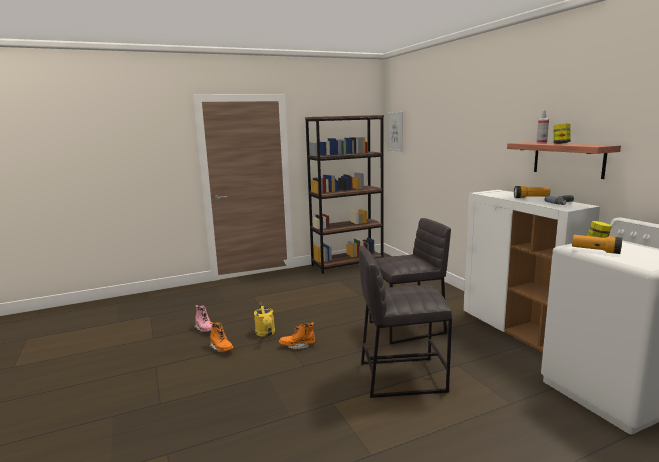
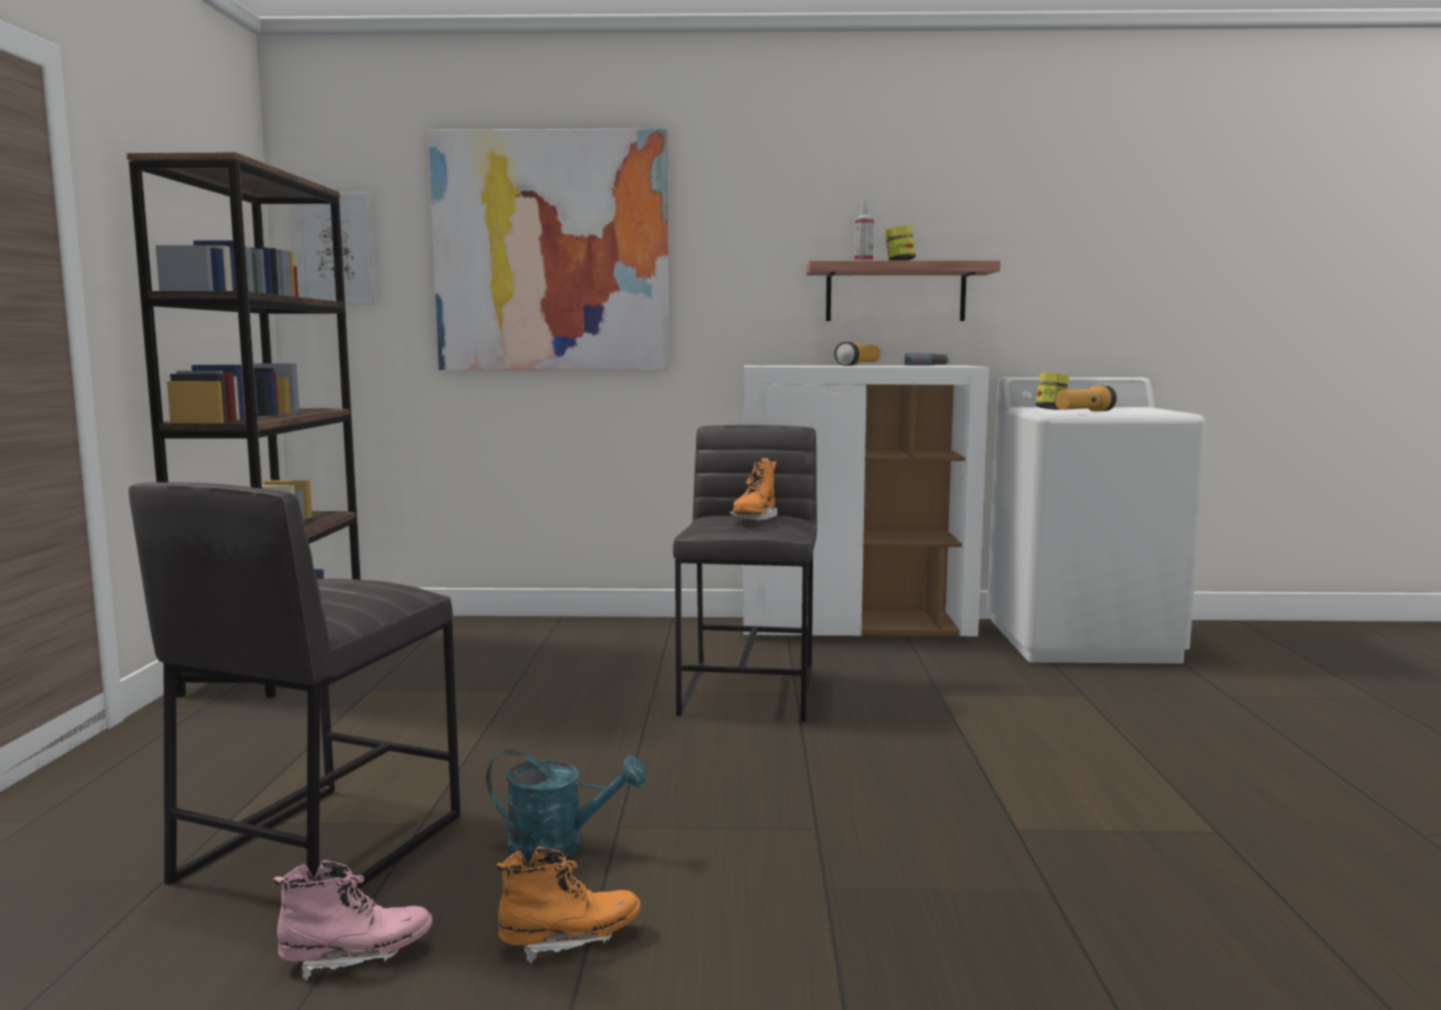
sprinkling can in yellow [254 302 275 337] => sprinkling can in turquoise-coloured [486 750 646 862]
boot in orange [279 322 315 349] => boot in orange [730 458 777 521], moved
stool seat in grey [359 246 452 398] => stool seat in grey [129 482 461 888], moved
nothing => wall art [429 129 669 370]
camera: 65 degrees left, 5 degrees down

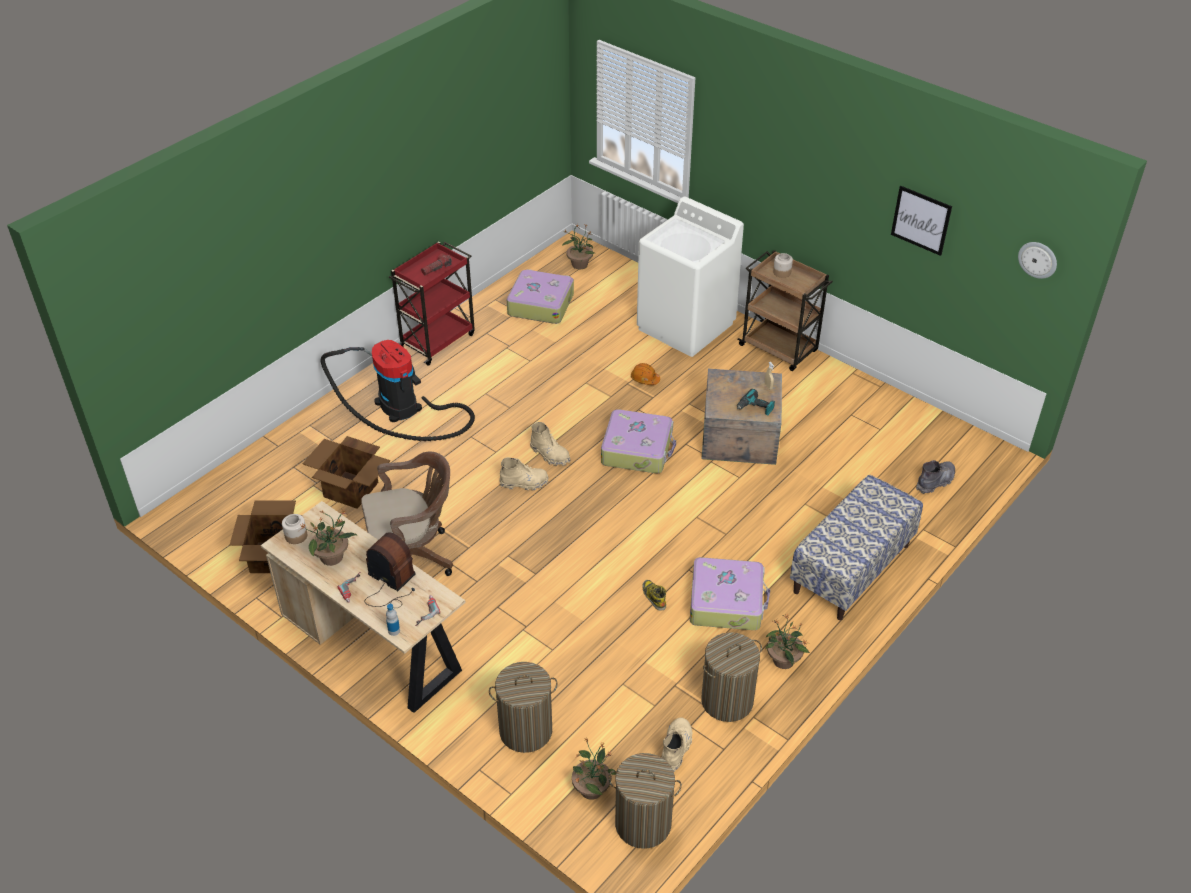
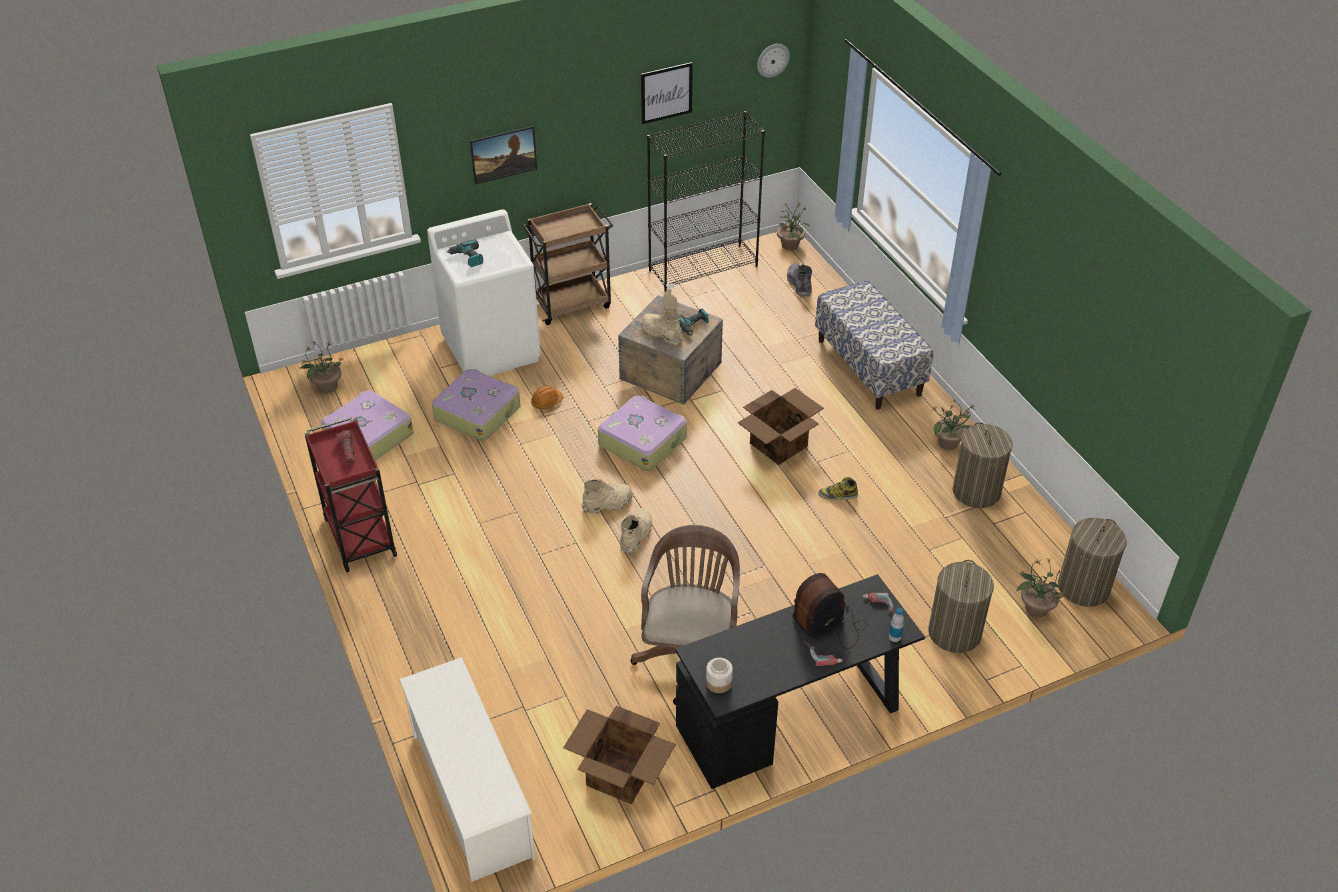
desk unit in beige [261 501 465 713] => desk unit in black-coloured [675 574 925 789]
houseplant [299 509 357 566] => houseplant [777 202 810 250], moved
cardboard box [302 436 390 509] => cardboard box [738 388 824 465], moved
vacuum [321 340 475 441] => nothing
boot in beige [662 717 693 772] => boot in beige [641 310 683 346], moved
travel case [690 557 770 630] => travel case [432 369 520 441], moved
storage jar [773 253 793 278] => nothing
nothing => shoe stand in white-coloured [399 657 536 882]
nothing => power drill [446 239 483 267]
nothing => wall art [470 126 537 185]
nothing => bookcase in black-coloured [647 111 765 292]
camera: 65 degrees left, 0 degrees up

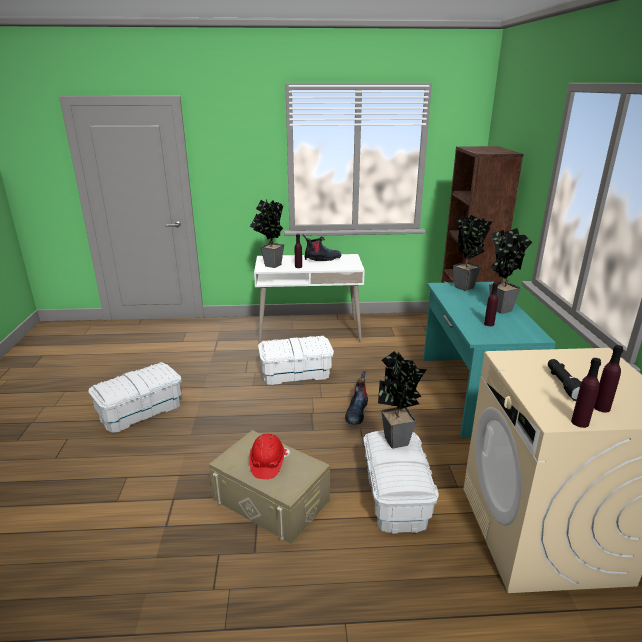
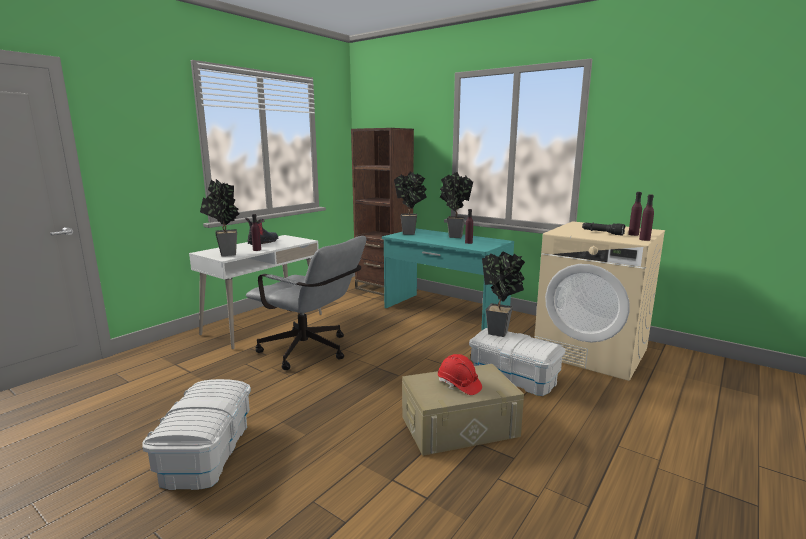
storage bin in white-coloured [258 336 334 385] => desk chair in grey [246 236 366 370]
boot [345 371 368 425] => nothing
camera: 50 degrees left, 10 degrees down

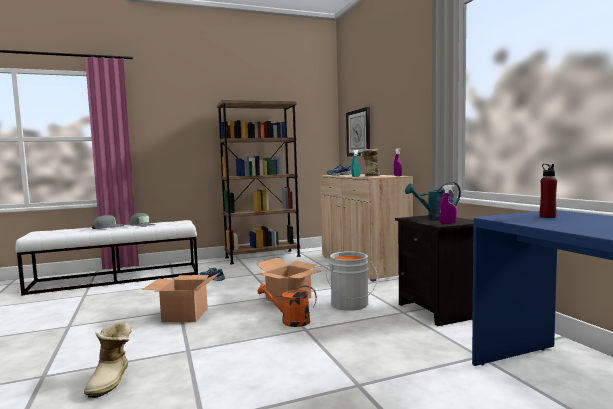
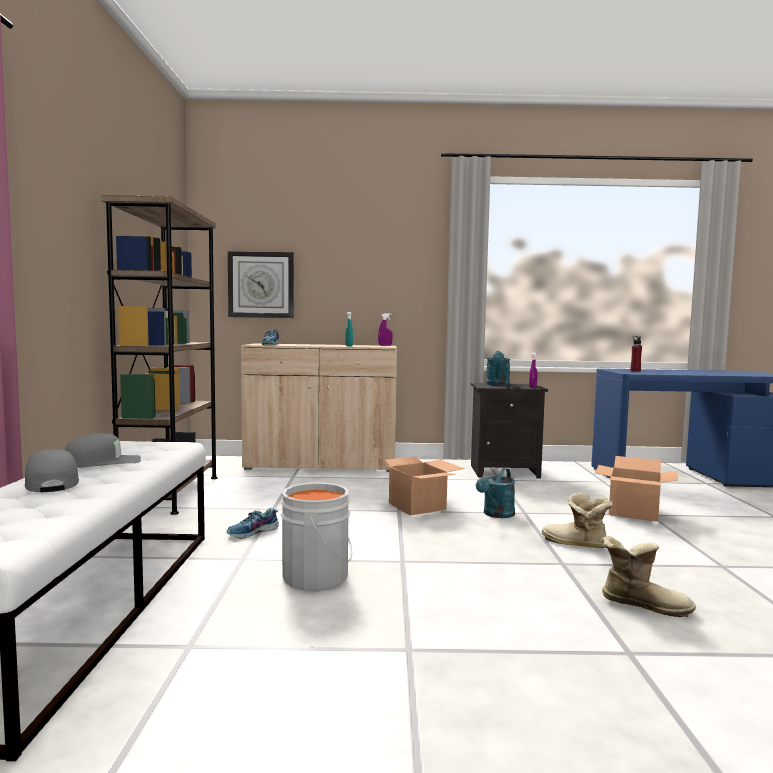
cardboard box [143 272 220 322] => cardboard box [595 456 678 522], moved
sprinkling can in orange [257 284 317 327] => sprinkling can in turquoise-coloured [476 468 515 518]
pail in grey [326 251 378 311] => pail in grey [281 482 352 590], moved
boot [360 149 380 176] => boot [542 492 613 548], moved
camera: 70 degrees left, 0 degrees up

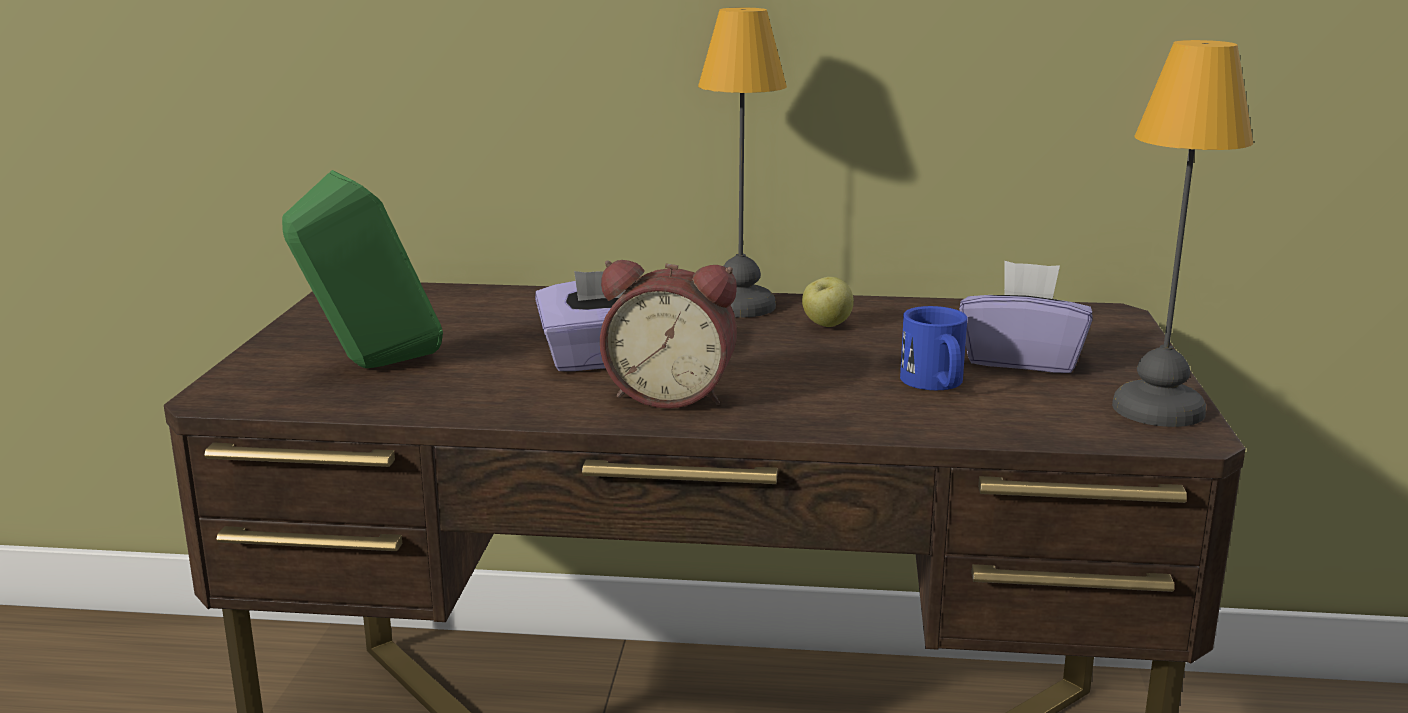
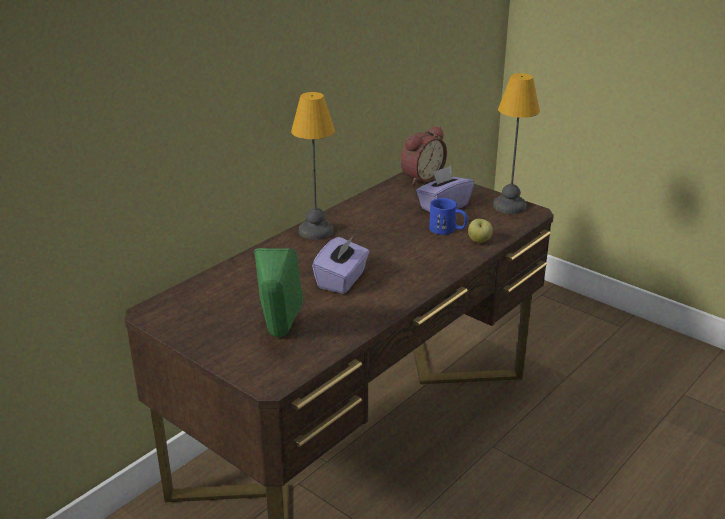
bedside clock [600 260 737 409] => bedside clock [401 126 447 185], moved
apple [802 277 854 327] => apple [468 219 493 243], moved
camera: 55 degrees left, 10 degrees up

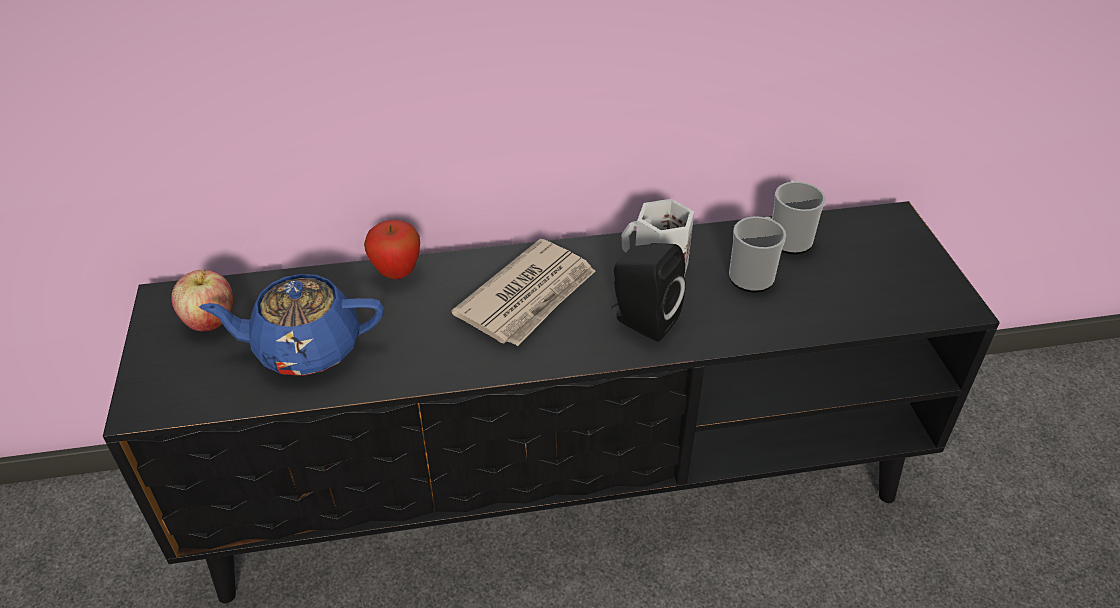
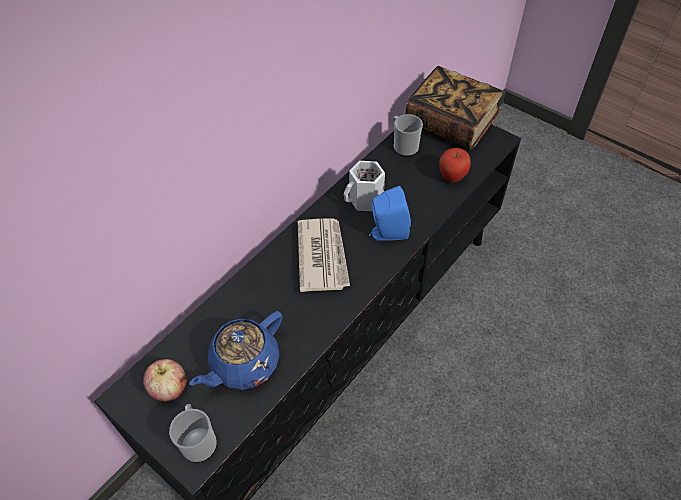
apple [364 220 420 279] => apple [439 148 471 182], moved
audio speaker in black-coloured [611 243 686 342] => audio speaker in bluish [369 186 411 241]
tea mug [729 217 786 293] => tea mug [169 404 217 463], moved
nothing => volume [406 66 503 150]
camera: 40 degrees left, 10 degrees up

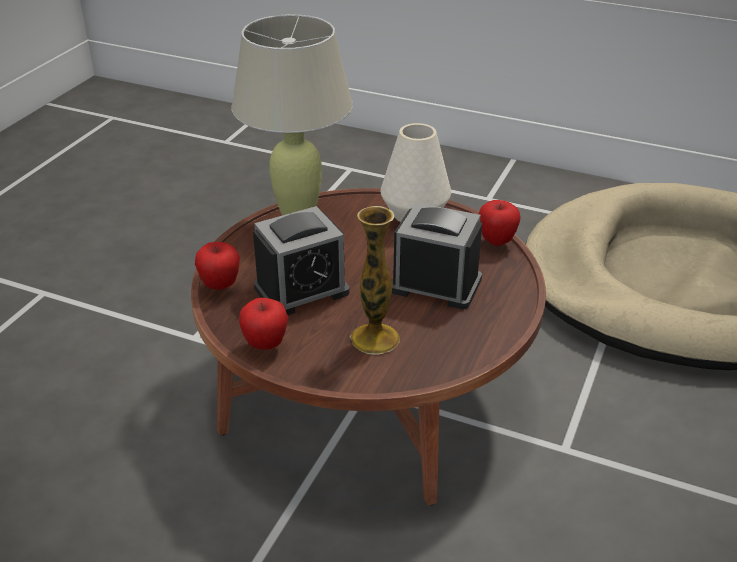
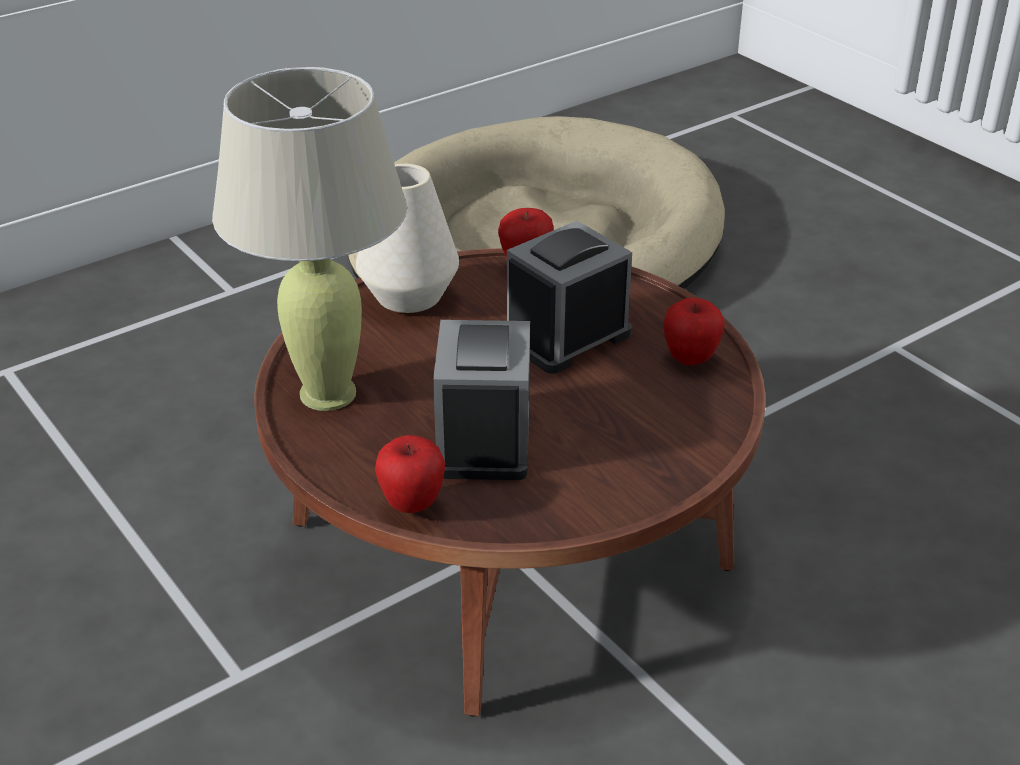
apple [239 298 288 350] => apple [663 298 725 365], moved
flower vase [350 206 400 354] => nothing
camera: 60 degrees left, 0 degrees up

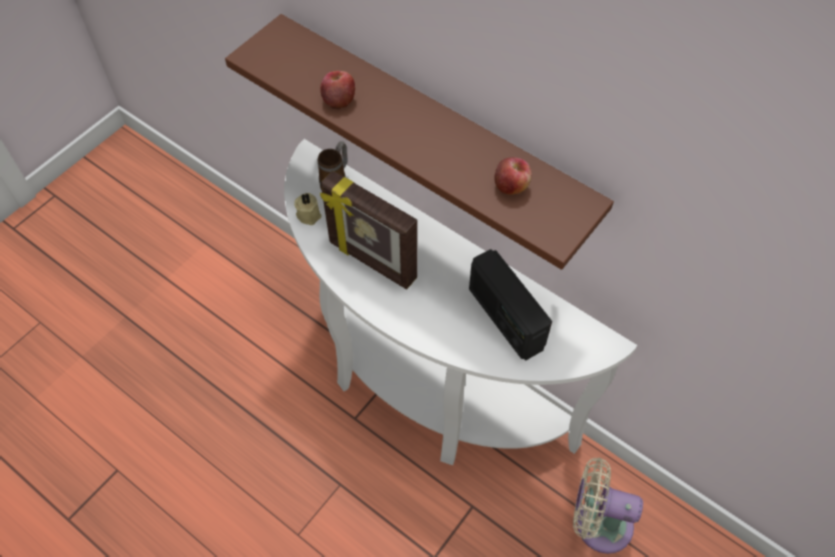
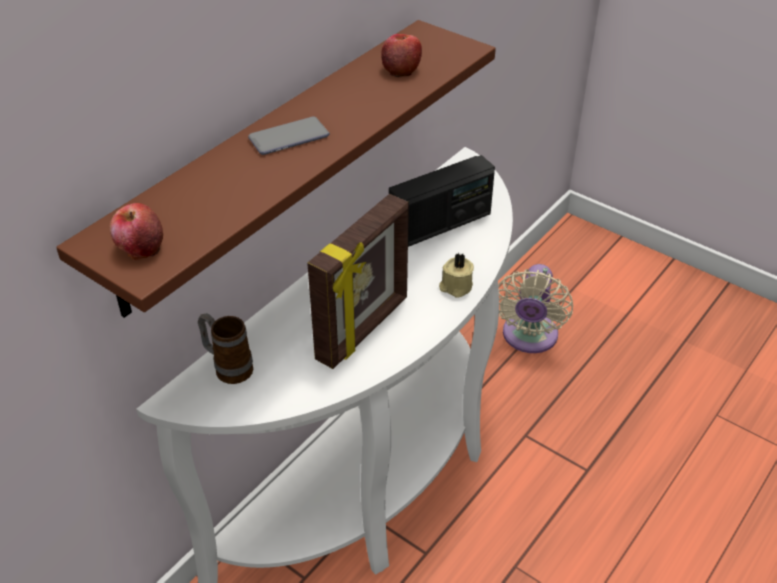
candle in beige [294 193 322 225] => candle in beige [439 253 474 298], moved
apple [320 71 355 109] => apple [110 203 163 260], moved
nothing => telephone [248 117 330 155]
camera: 90 degrees left, 15 degrees down

